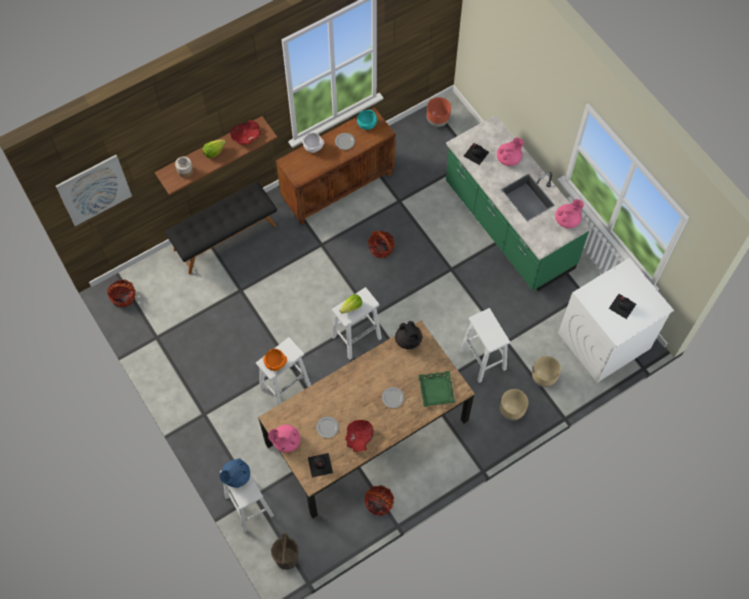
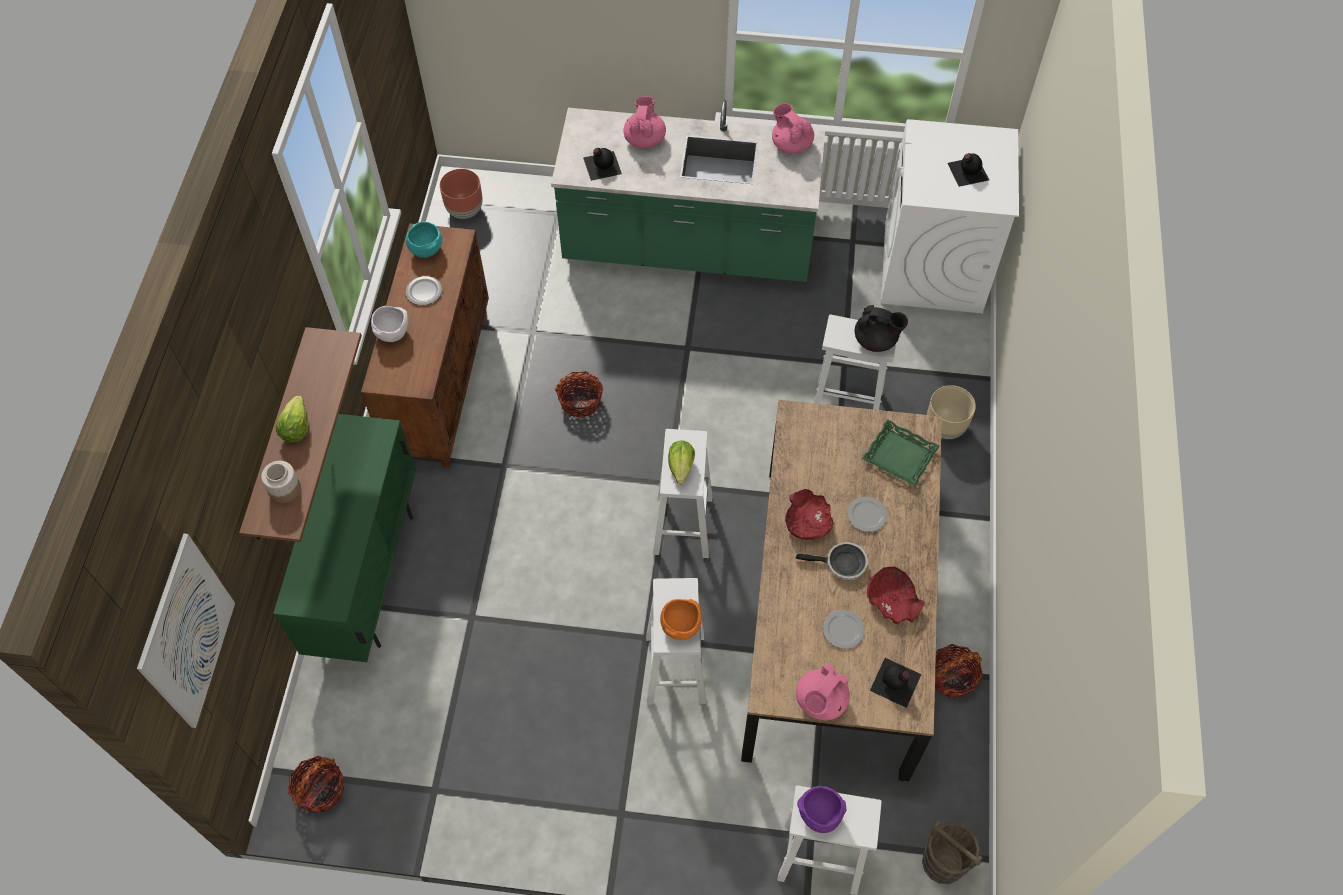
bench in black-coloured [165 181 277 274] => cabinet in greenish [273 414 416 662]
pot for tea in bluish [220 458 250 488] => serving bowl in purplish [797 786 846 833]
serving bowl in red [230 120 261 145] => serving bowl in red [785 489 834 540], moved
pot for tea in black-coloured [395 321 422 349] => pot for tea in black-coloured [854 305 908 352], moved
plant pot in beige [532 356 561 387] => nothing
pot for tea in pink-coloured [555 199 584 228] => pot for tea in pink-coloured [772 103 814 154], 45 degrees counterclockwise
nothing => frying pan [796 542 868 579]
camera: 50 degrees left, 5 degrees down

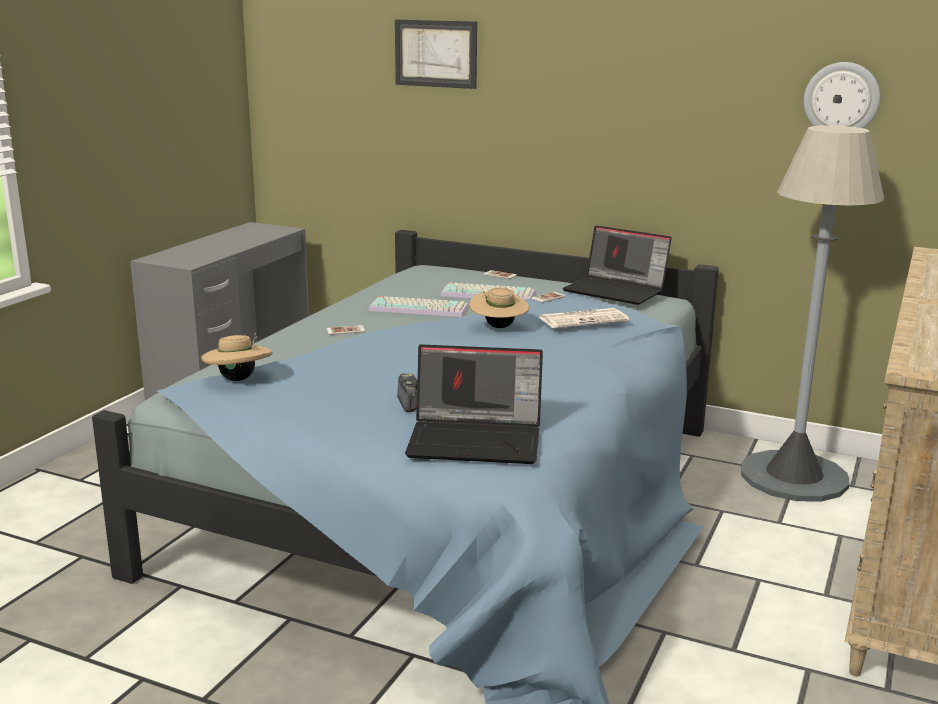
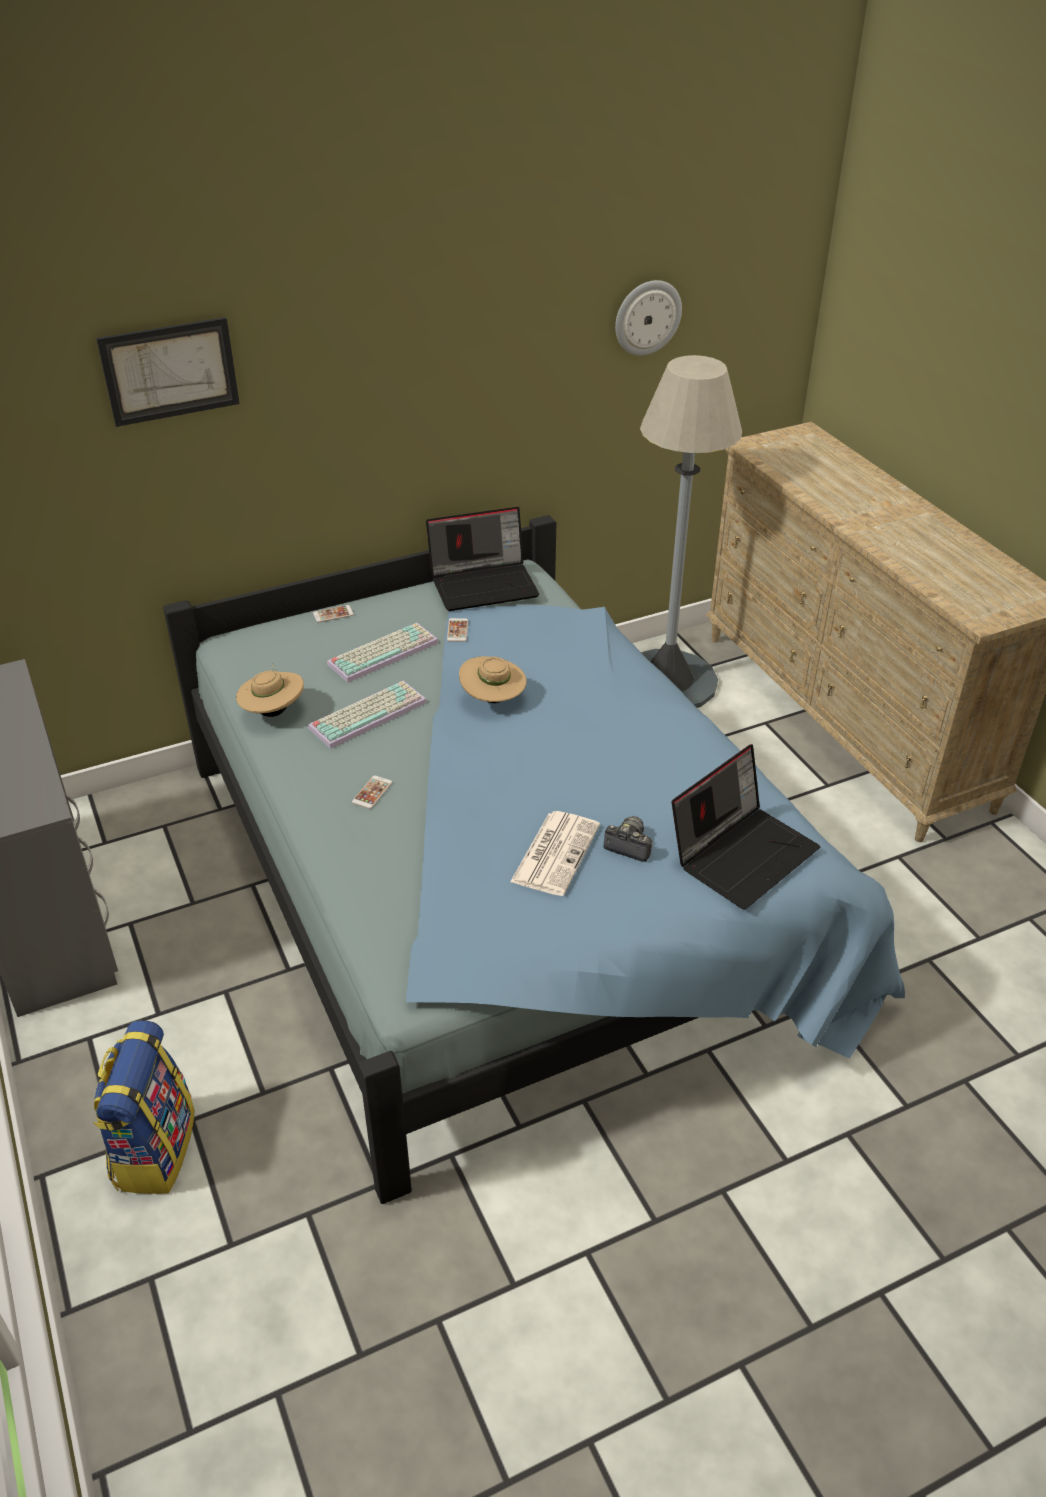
hat in beige [201 332 273 381] => hat in beige [236 664 304 717], moved
printed paper [539 308 629 328] => printed paper [510 811 600 896], moved
nothing => rucksack [93 1020 195 1194]
camera: 50 degrees left, 20 degrees up

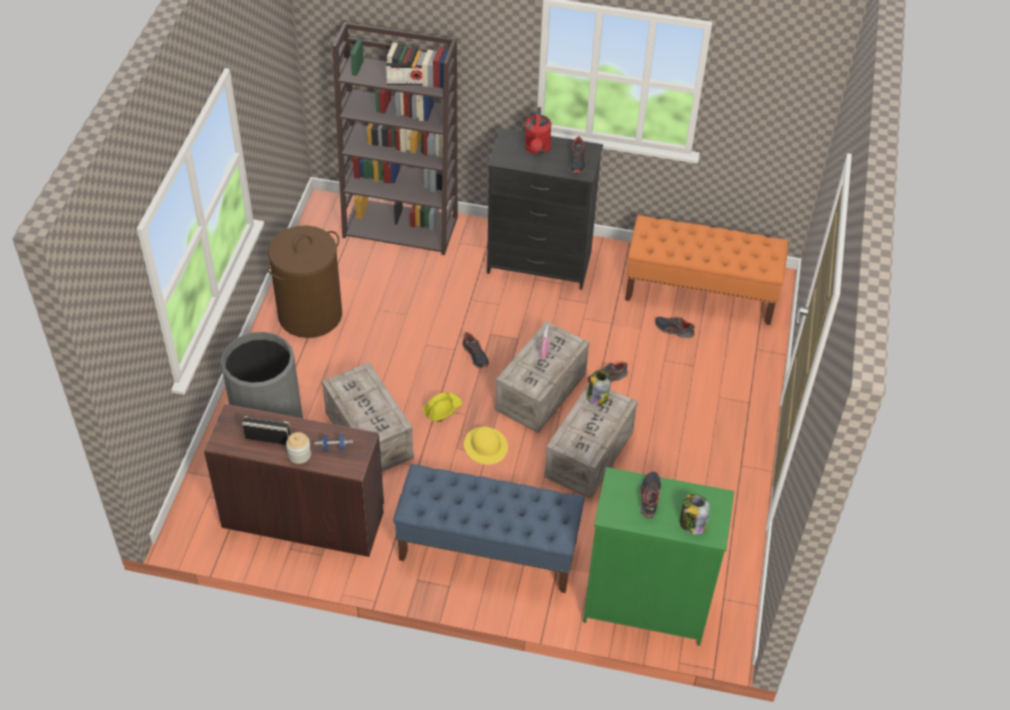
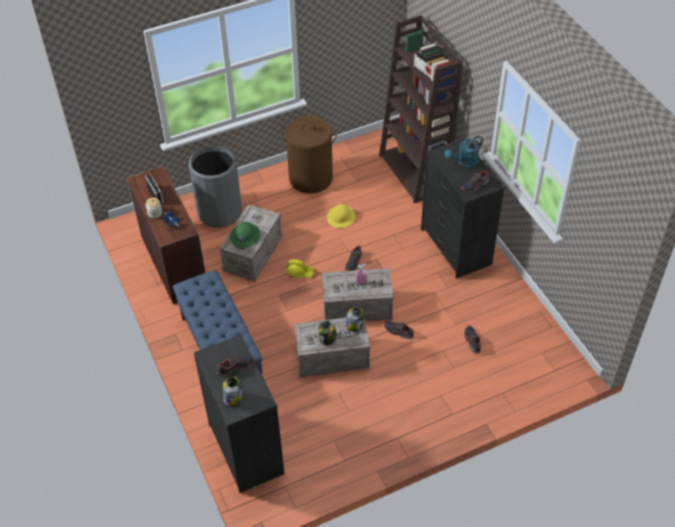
safety helmet in yellow [464 426 508 465] => safety helmet in yellow [327 204 356 228], moved
sprinkling can in red [525 107 552 155] => sprinkling can in turquoise-coloured [444 135 483 169]
dresser in greenish [583 467 734 646] => dresser in black-coloured [194 335 285 493]
bench in orange [625 215 789 325] => nothing
nothing => safety helmet in greenish [230 222 260 248]
nothing => storage jar [318 320 337 345]
camera: 55 degrees right, 0 degrees up

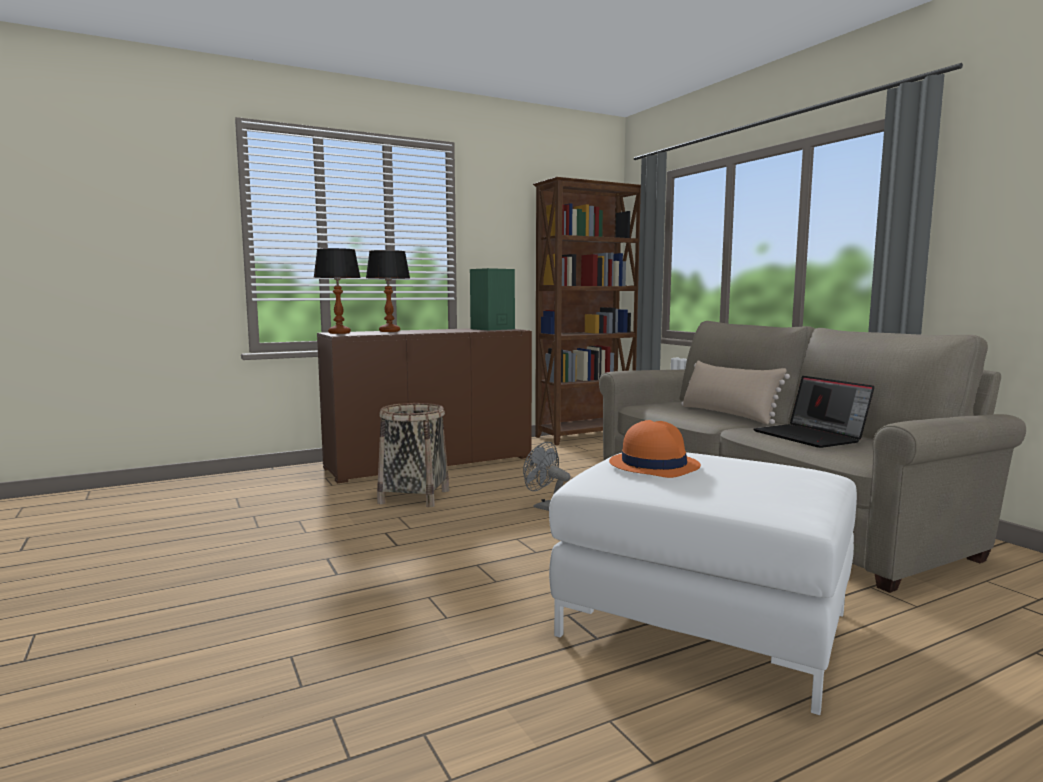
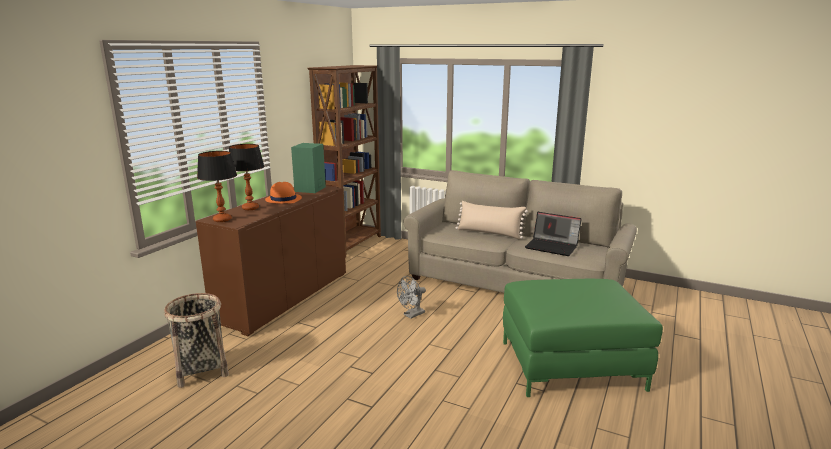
household basket [377 403 449 507] => household basket [164 293 229 388], moved
electric fan in grey [523 442 570 511] => electric fan in grey [397 276 426 319], 45 degrees counterclockwise
ottoman in white-coloured [549 452 857 715] => ottoman in greenish [503 279 663 397]
hat in orange [609 420 701 478] => hat in orange [265 182 302 203], moved
camera: 35 degrees left, 10 degrees up

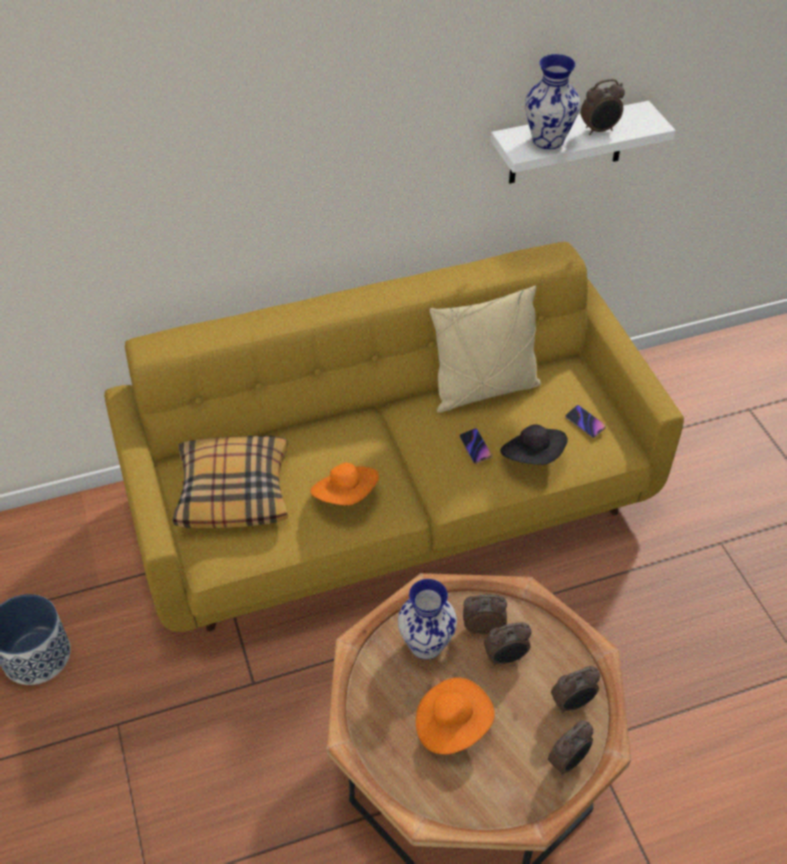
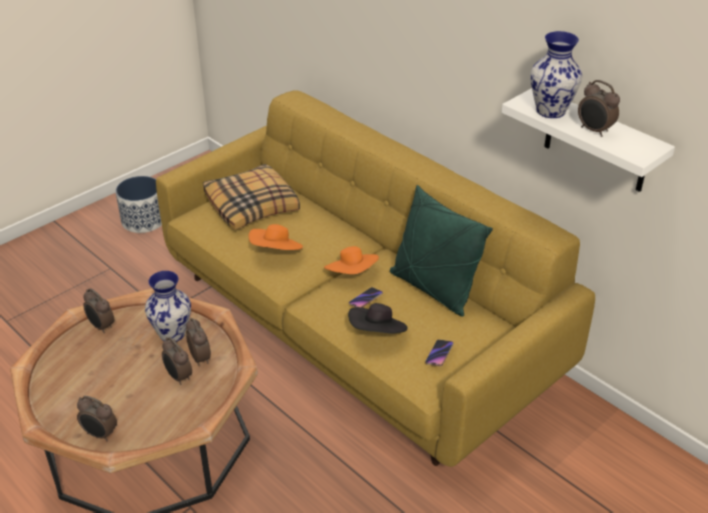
hat in orange [416 677 495 754] => hat in orange [324 246 379 274], moved
cushion in beige [429 286 541 413] => cushion in greenish [390 185 493 317]
bedside clock [551 666 600 713] => bedside clock [83 288 114 334], moved
camera: 65 degrees right, 10 degrees down

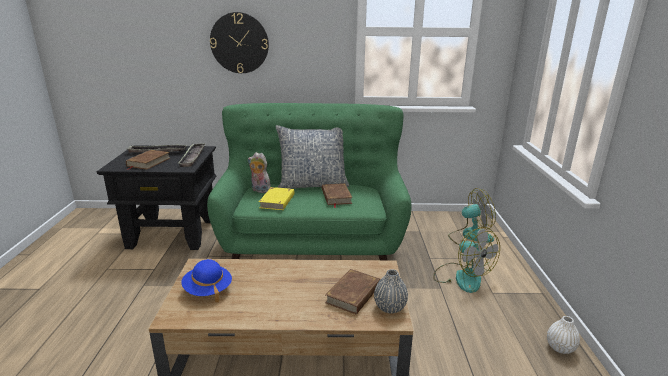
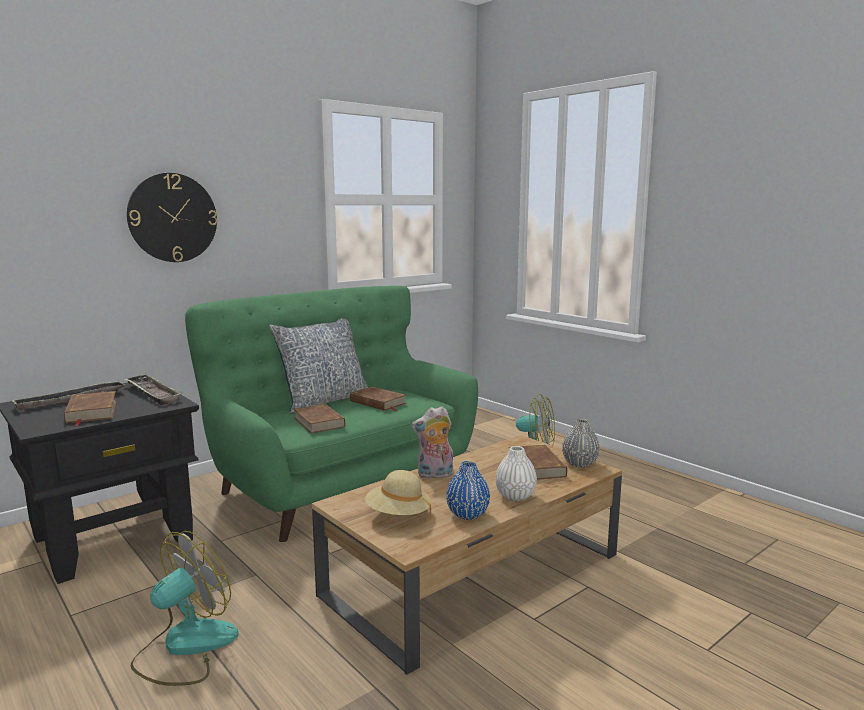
hat in bluish [181 259 232 302] => hat in beige [365 470 431 518]
soft toy [248 152 271 193] => soft toy [411 406 453 479], moved
volume in yellow [259 187 294 210] => volume in brown [294 404 345 433]
electric fan [448 188 496 245] => electric fan [131 531 239 686], moved
flower vase in white-coloured [547 316 580 354] => flower vase in white-coloured [495 446 537 501], moved
nothing => flower vase in bluish [446 461 490 520]
camera: 40 degrees left, 10 degrees down

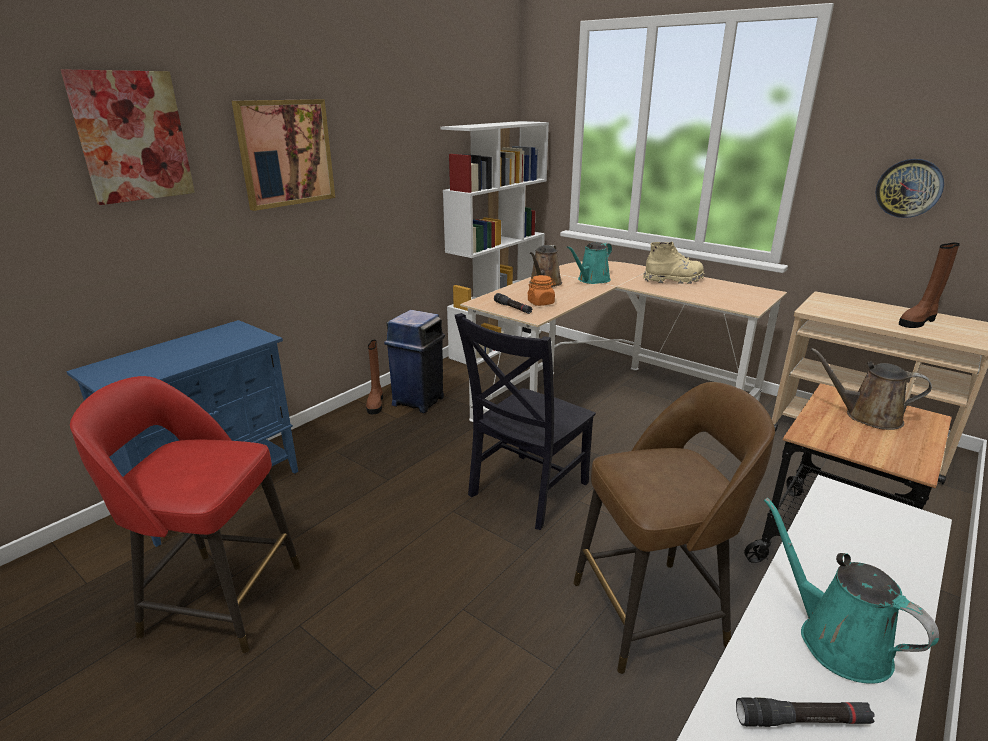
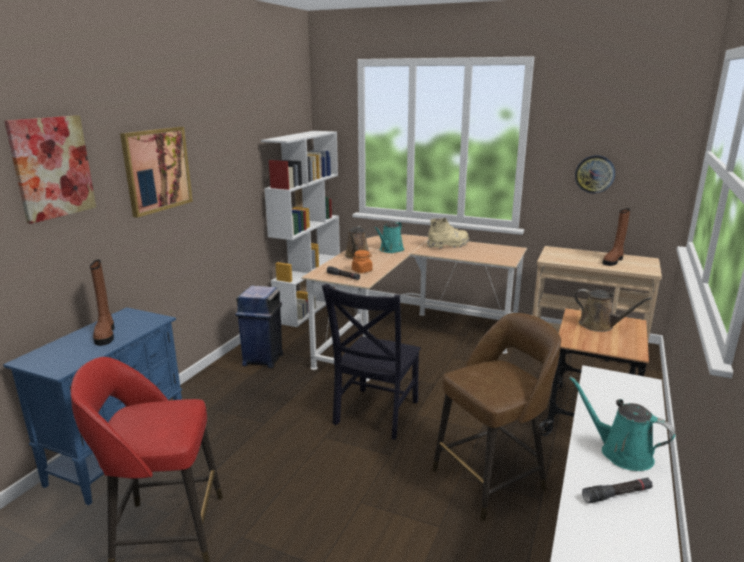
boot in brown [366 340 383 414] => boot in brown [90 260 114 346], moved
sprinkling can in brown [810 348 932 430] => sprinkling can in brown [574 289 652 332], 150 degrees counterclockwise
camera: 15 degrees left, 5 degrees down

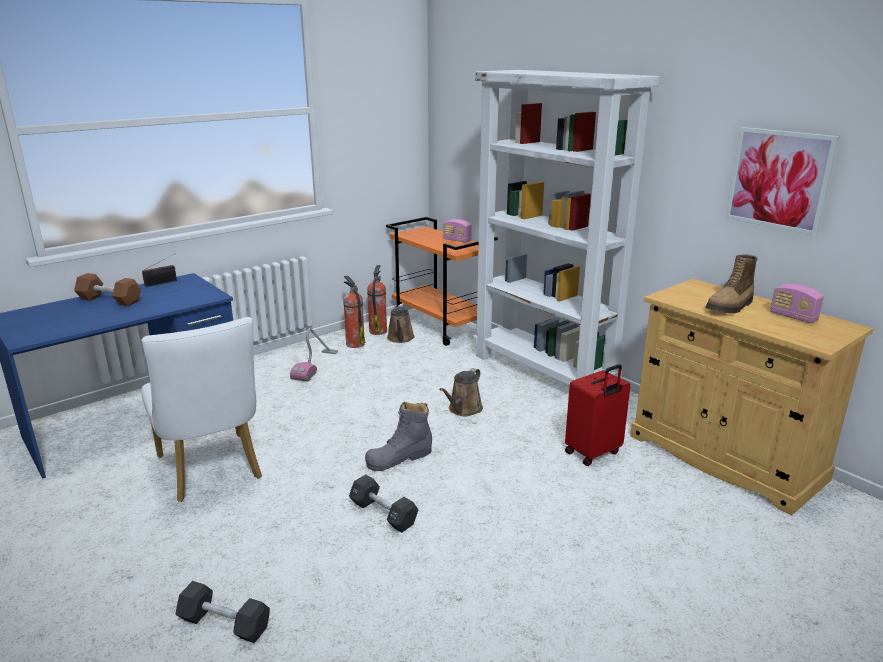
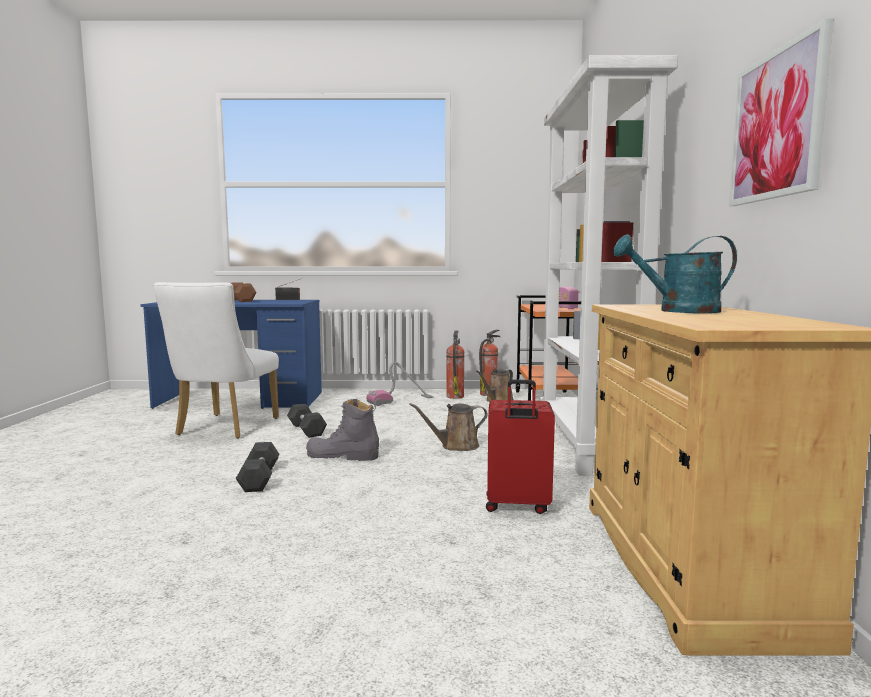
dumbbell in black-coloured [175 581 270 643] => dumbbell in black-coloured [287 403 327 438], moved
boot [705 255 758 314] => sprinkling can in turquoise-coloured [613 234 737 313]
radio set [770 284 824 323] => nothing
camera: 40 degrees right, 15 degrees down

